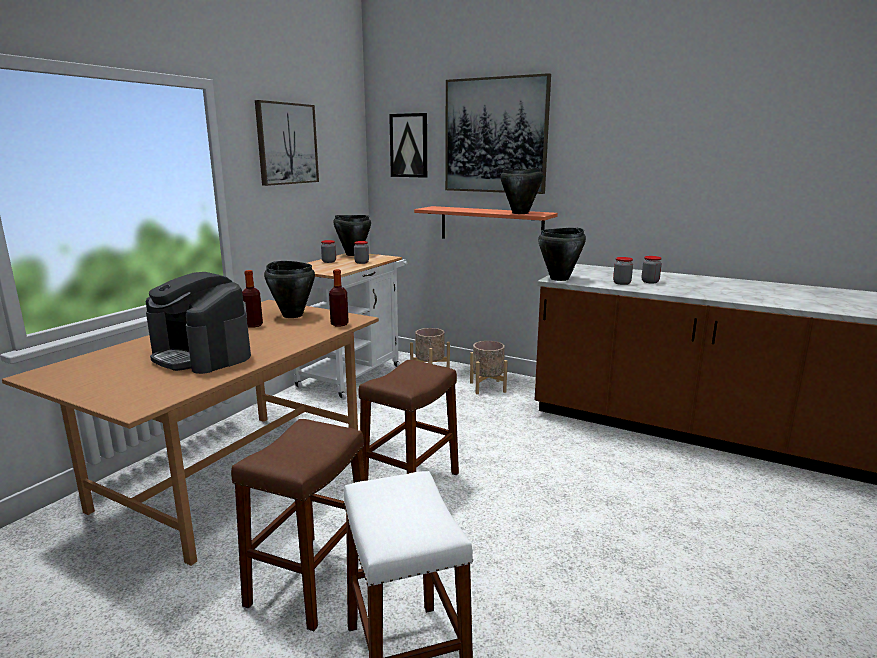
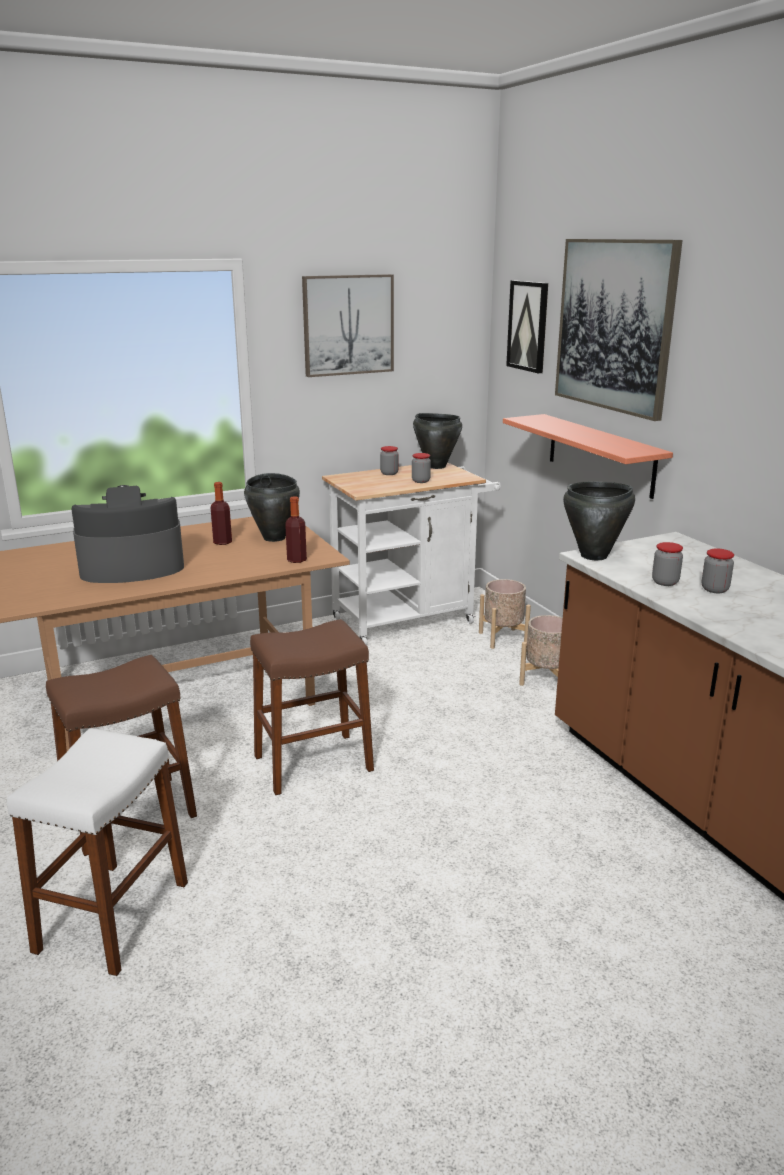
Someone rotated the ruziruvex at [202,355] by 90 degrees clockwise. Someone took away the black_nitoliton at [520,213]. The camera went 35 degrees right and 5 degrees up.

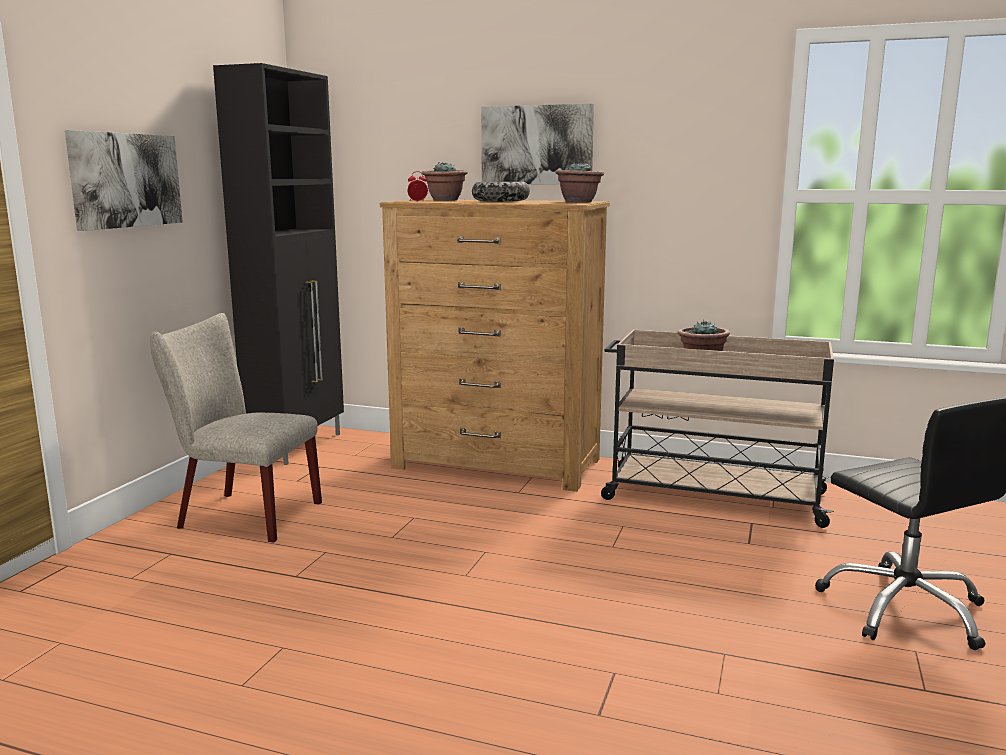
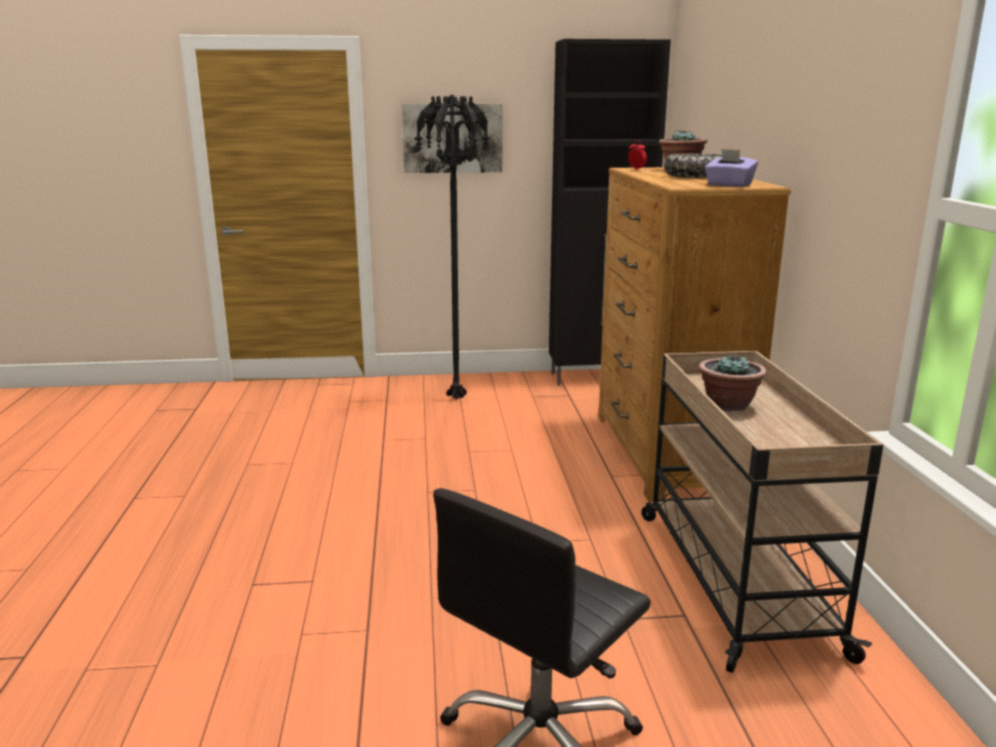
Someone swapped the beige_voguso at [241,515] for the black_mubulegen at [458,399]. Someone took away the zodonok at [537,145]. Someone swapped the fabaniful at [579,202] for the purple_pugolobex at [729,185]. The camera went 65 degrees right and 5 degrees up.

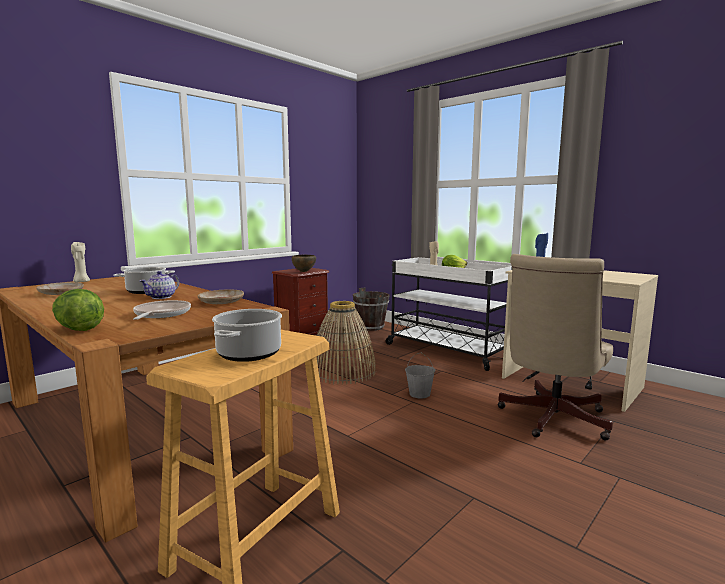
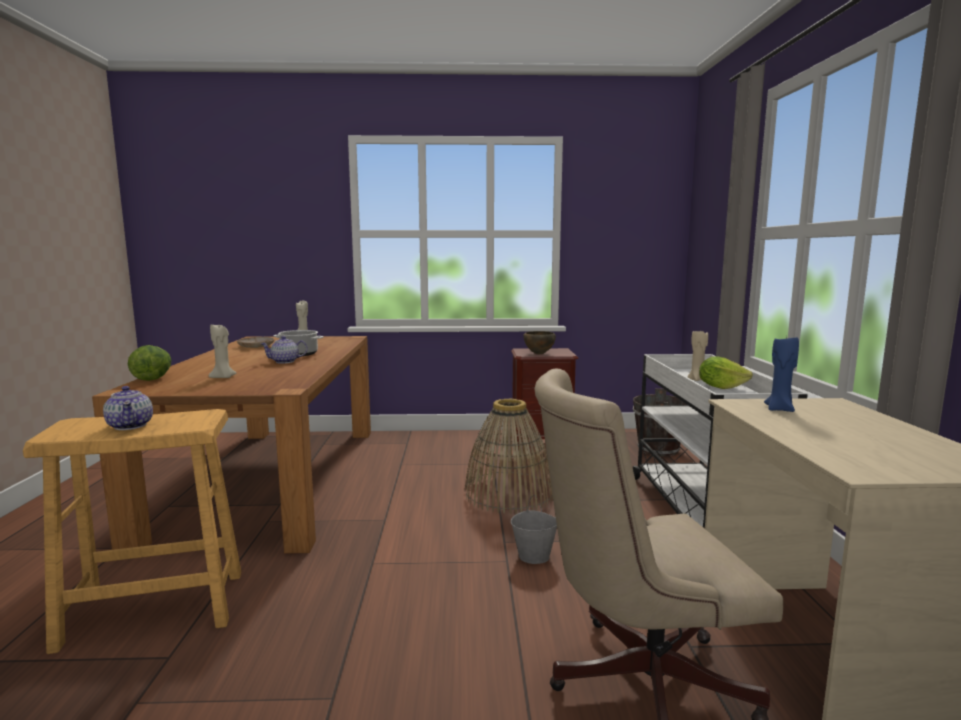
Someone swapped the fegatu at [161,314] for the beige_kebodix at [223,377]. Someone took away the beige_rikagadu at [221,302]. Someone swapped the nitoliton at [249,353] for the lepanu at [130,425]. The camera went 45 degrees right and 0 degrees up.

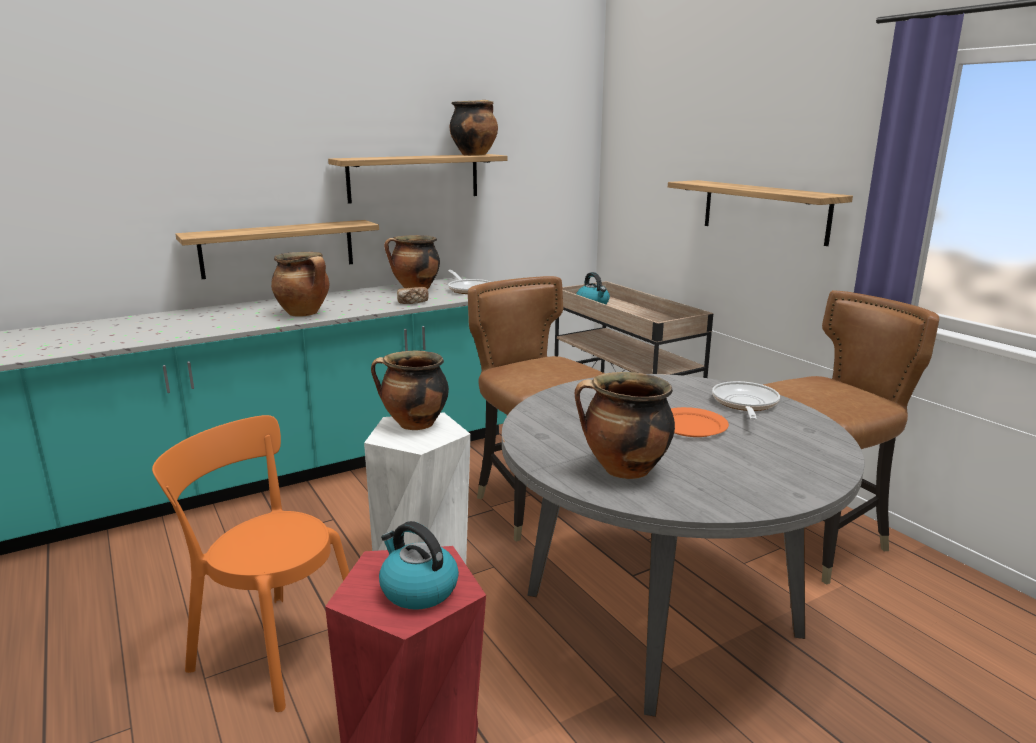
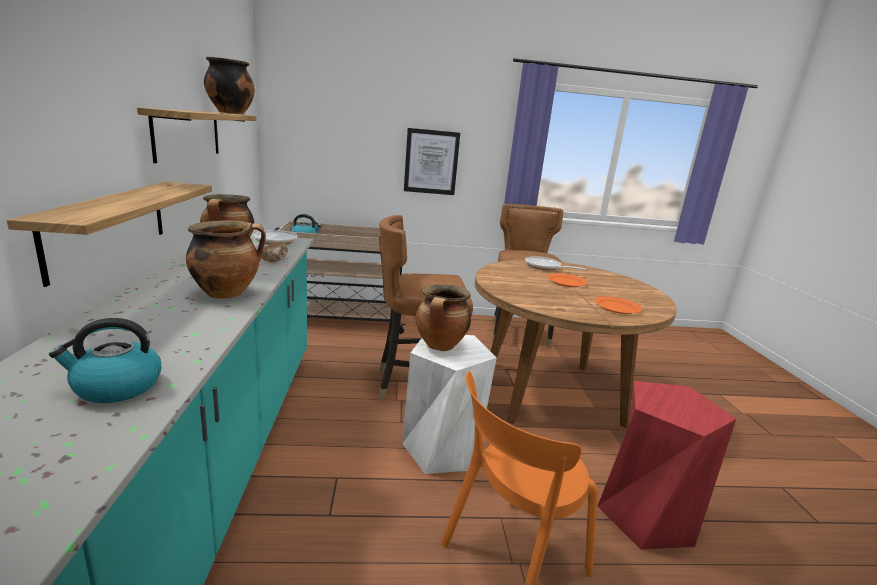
Someone carried the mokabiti from [418,589] to [116,387]. Someone repainted the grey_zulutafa at [660,613], which became the brown_zulutafa at [551,392]. Someone swapped the nitoliton at [623,470] for the orange_rikagadu at [617,307]. Someone swapped the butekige at [764,211] for the zodonok at [431,162]. The camera went 65 degrees left and 0 degrees up.

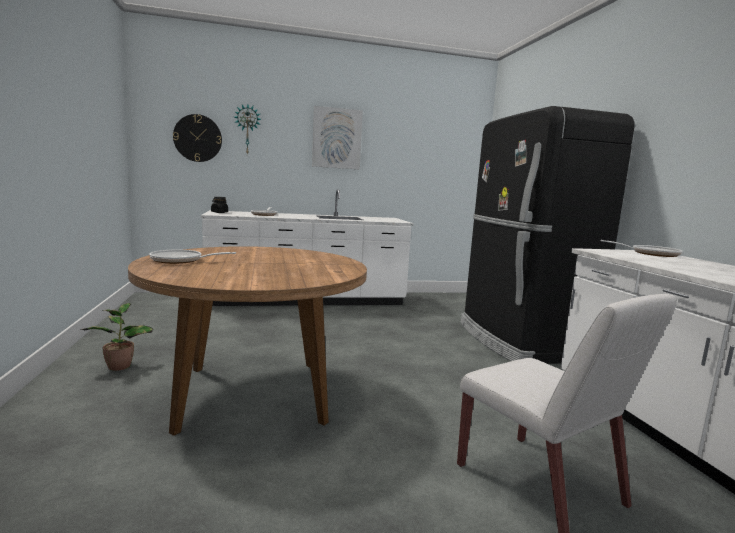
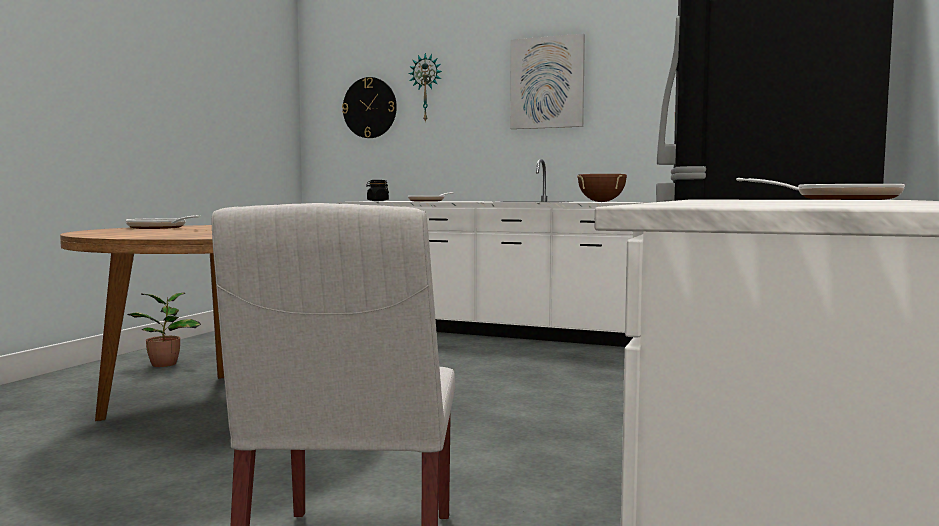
Someone put down the brown_nitoliton at [601,202]. The camera went 35 degrees right and 5 degrees down.

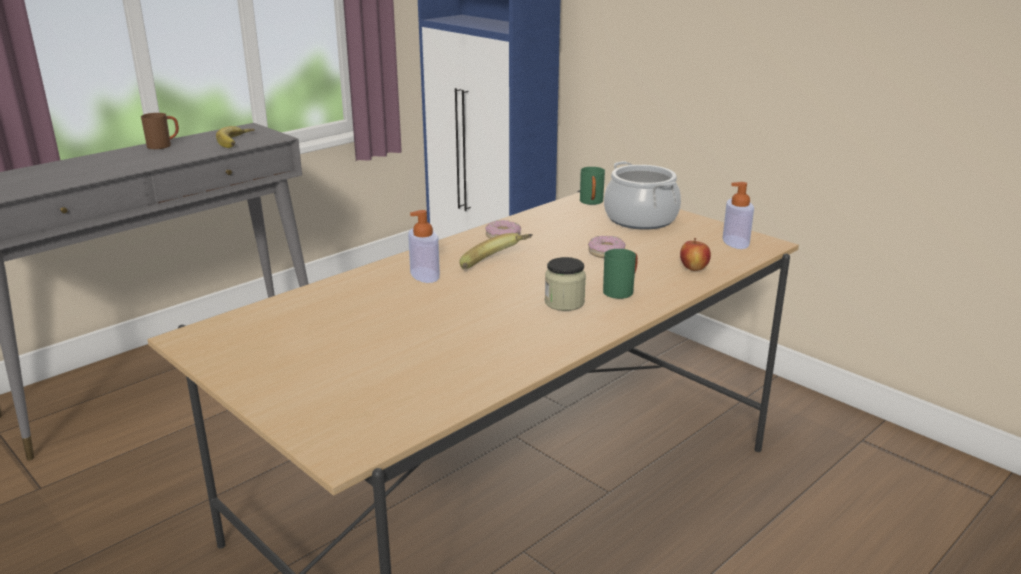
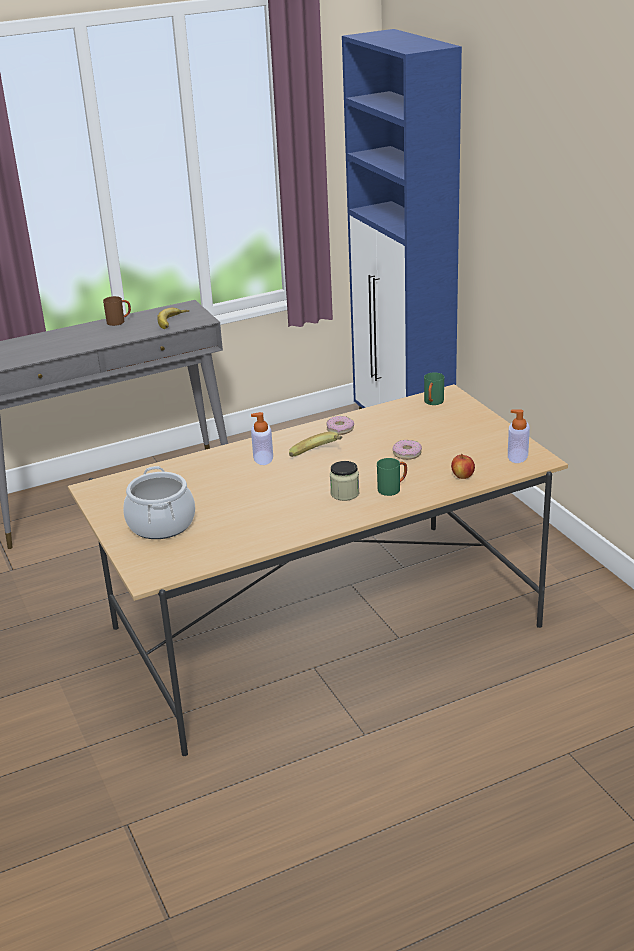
Someone carried the nitoliton from [640,219] to [161,524]. The camera went 20 degrees right and 5 degrees up.

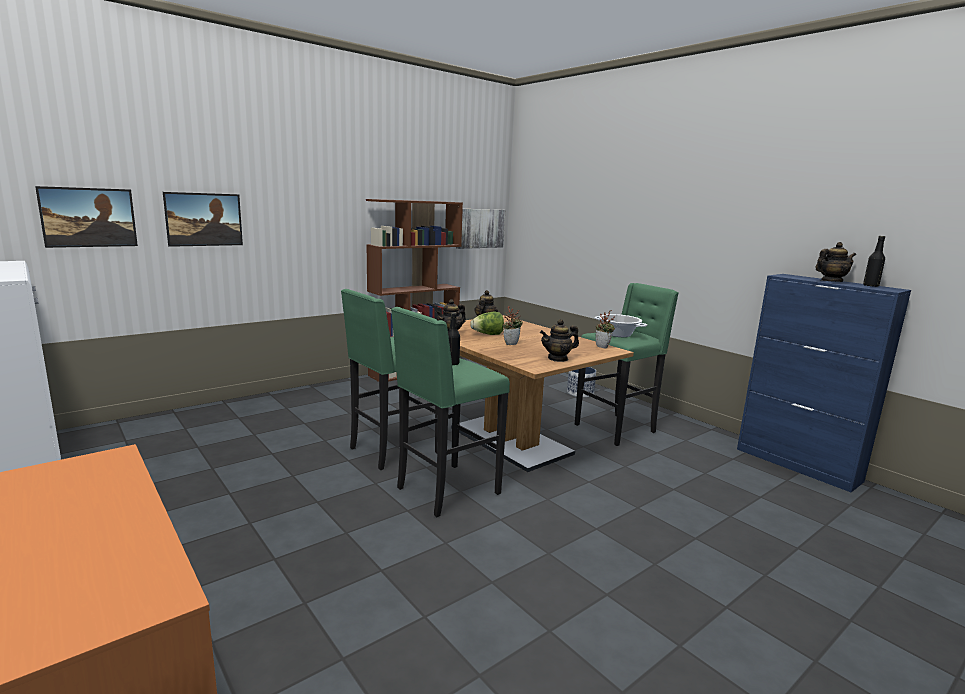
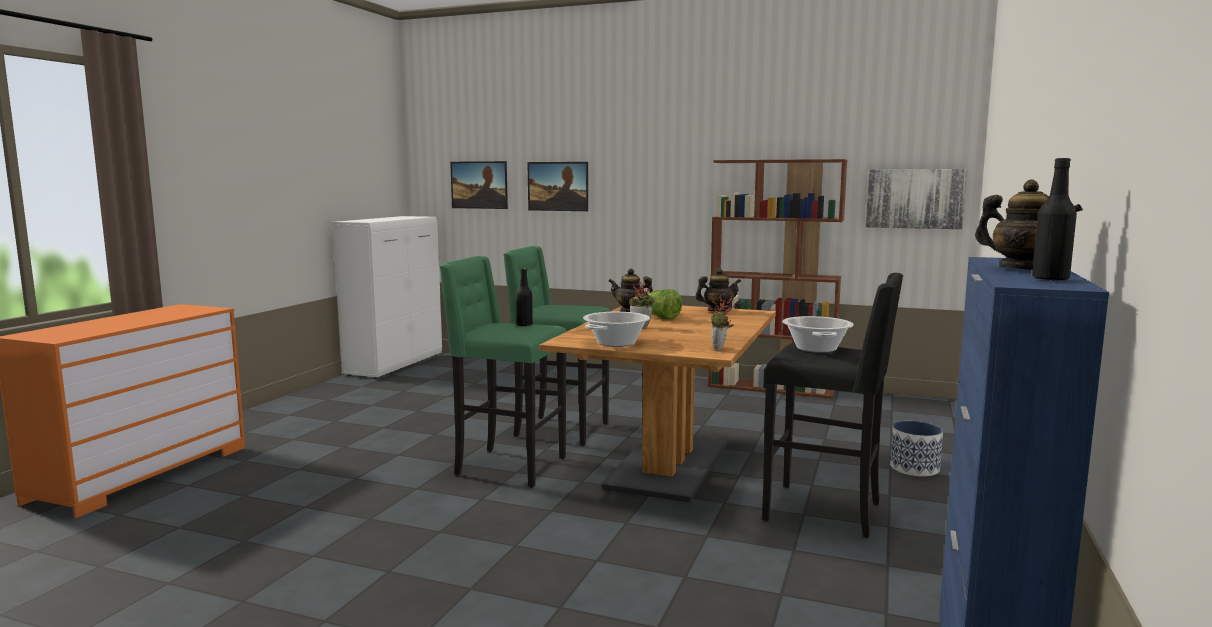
Someone swapped the lepanu at [558,359] for the nitoliton at [616,343]. Someone repainted the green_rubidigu at [617,429], which became the black_rubidigu at [826,512]. The camera went 60 degrees right and 5 degrees down.

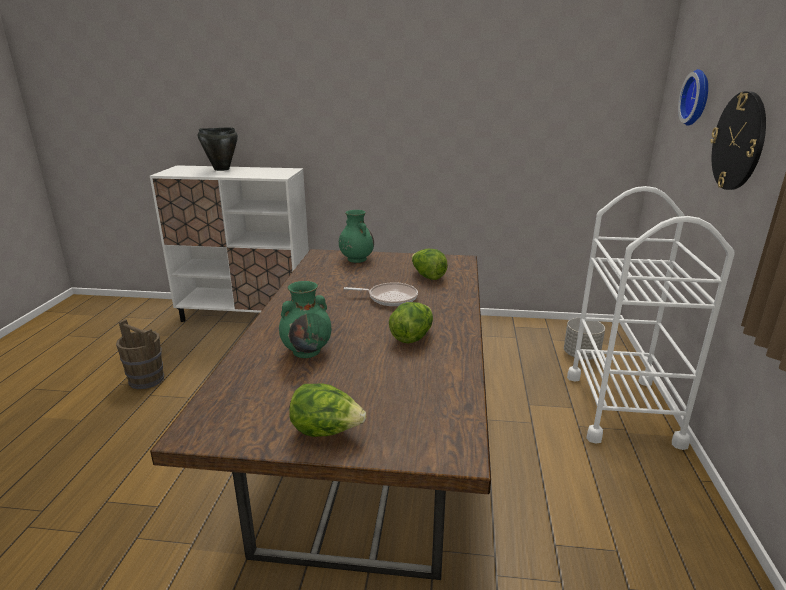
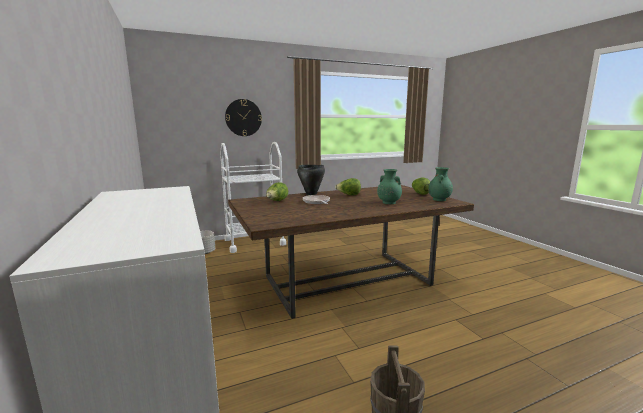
Someone carried the black_nitoliton from [221,169] to [311,194]. Someone carried the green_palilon from [356,259] to [439,200]. Someone took away the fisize at [698,97]. The camera went 120 degrees left and 10 degrees down.

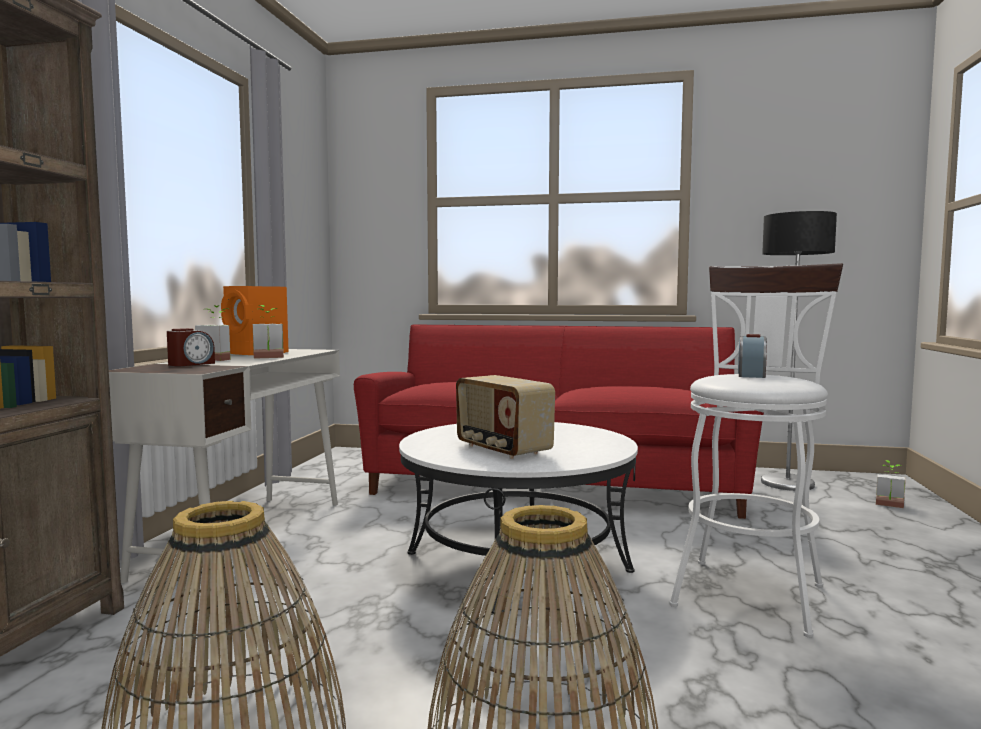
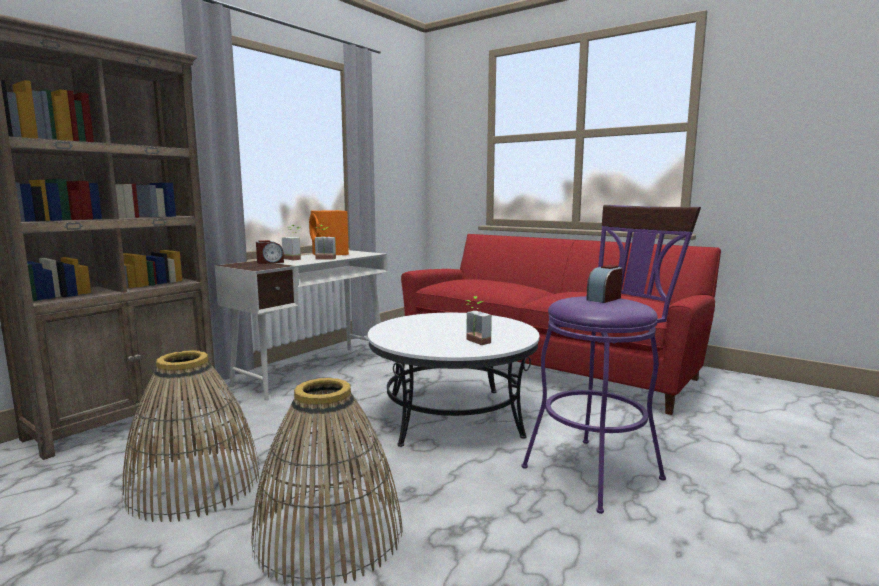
Someone took away the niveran at [502,449]. Someone repainted the white_rubidigu at [750,589], which became the purple_rubidigu at [599,469]. Someone took away the mubulegen at [787,483]. Someone carried the fabaniful from [889,506] to [474,342]. The camera went 25 degrees right and 5 degrees up.

